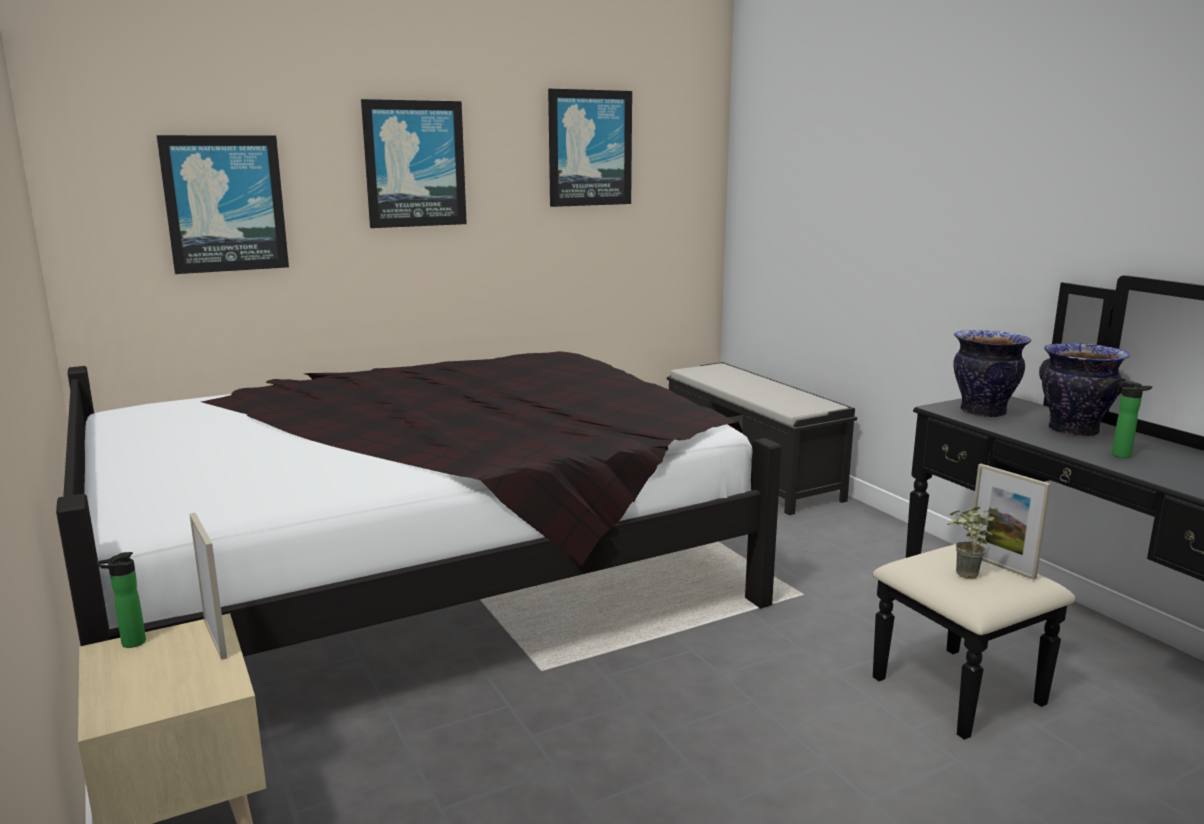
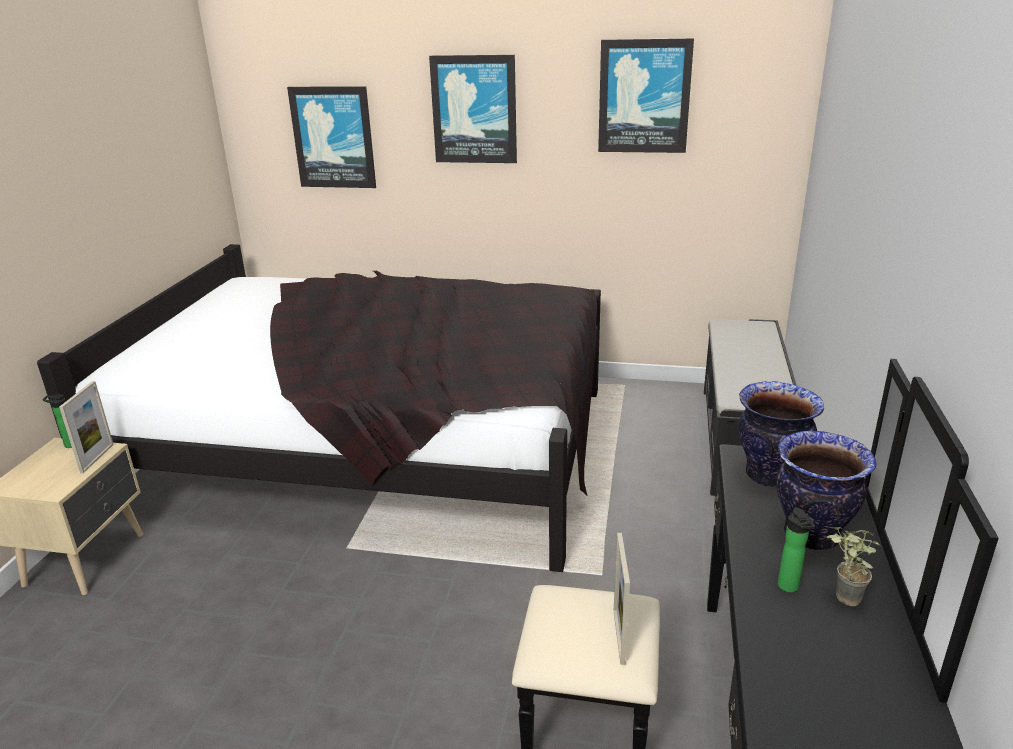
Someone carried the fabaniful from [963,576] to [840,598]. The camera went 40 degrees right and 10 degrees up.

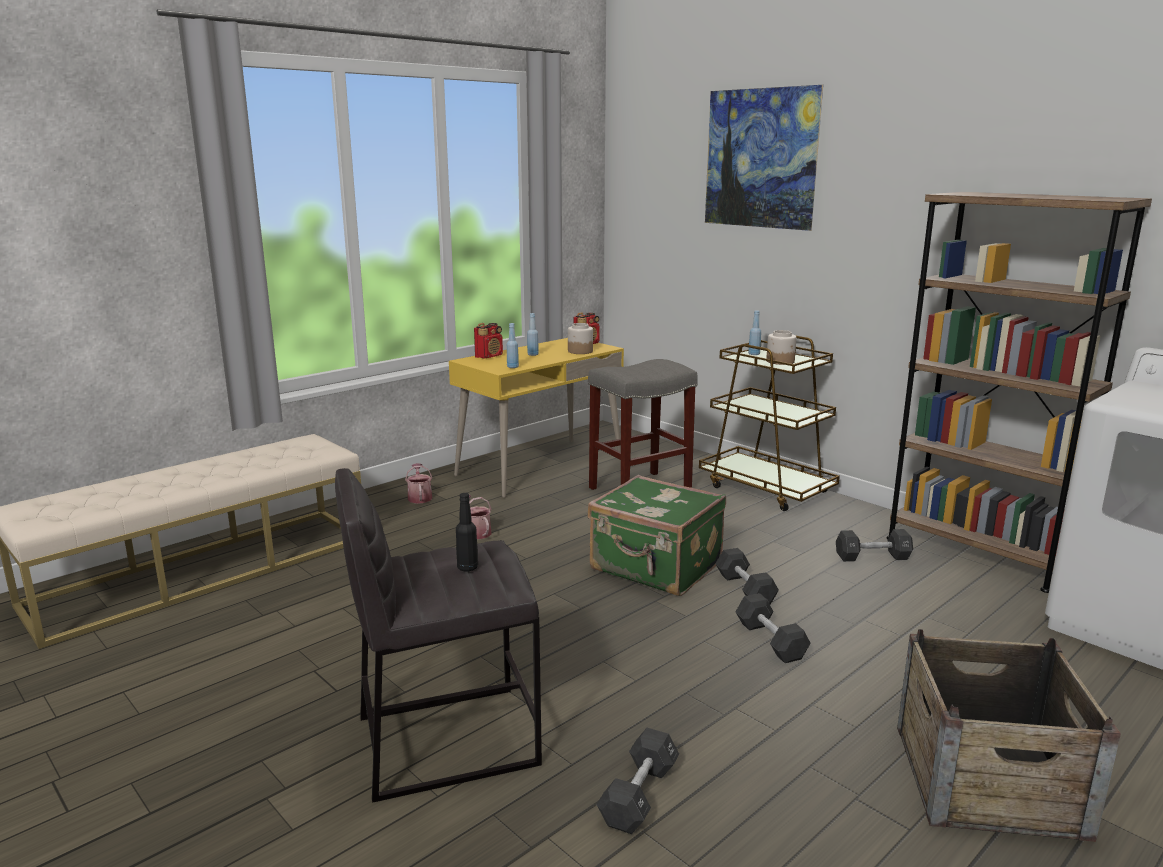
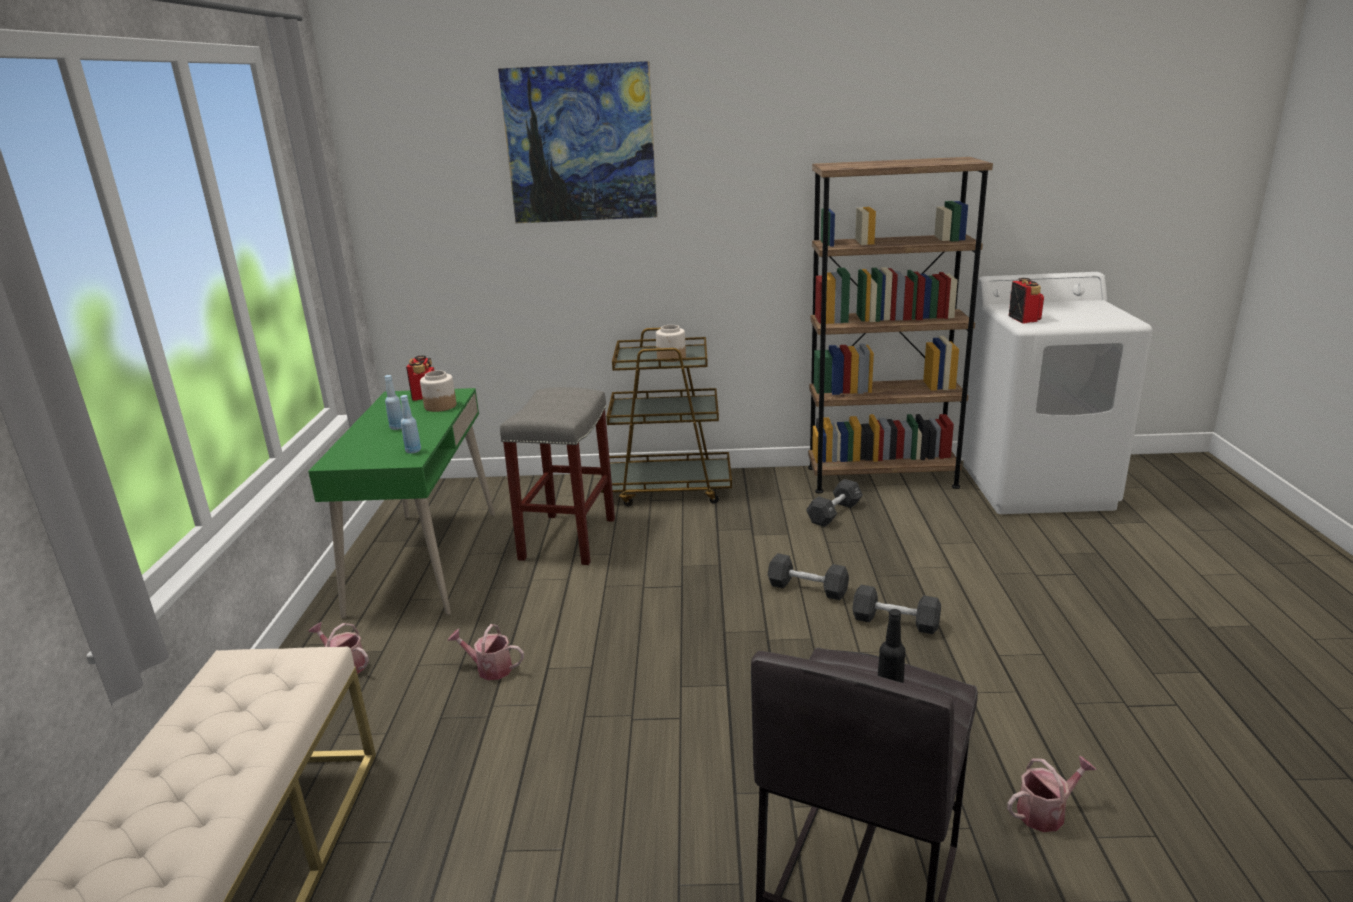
Someone repainted the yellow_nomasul at [540,467], which became the green_nomasul at [424,561]. Someone carried the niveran from [489,356] to [1024,319]. Someone took away the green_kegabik at [655,568]. Someone swapped the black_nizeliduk at [639,795] for the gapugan at [1046,812]. Someone took away the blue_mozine at [754,354]. Someone took away the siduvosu at [988,780]. The camera went 45 degrees left and 5 degrees up.

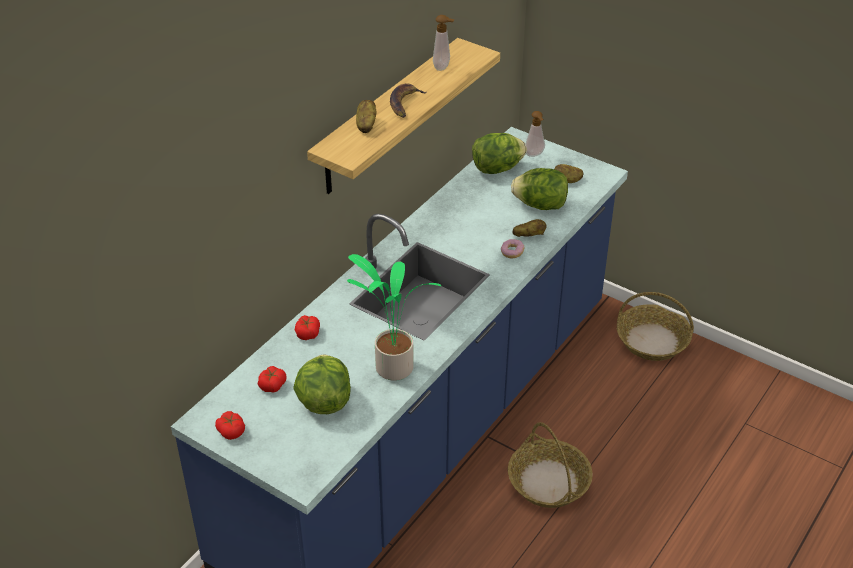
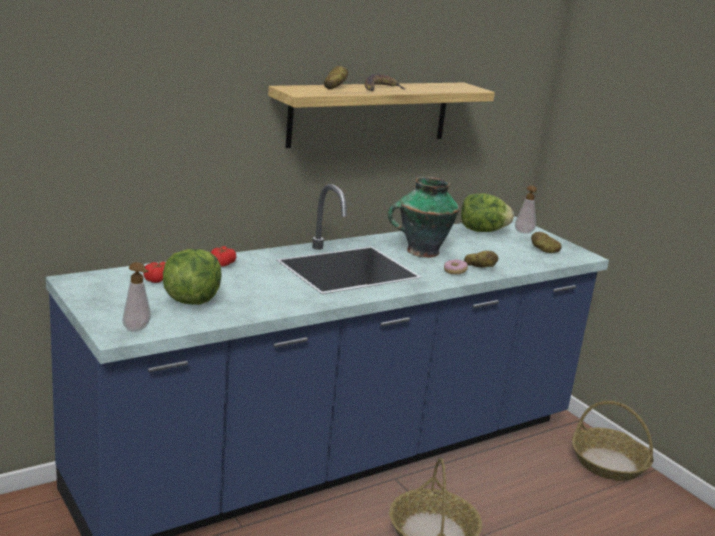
Someone took away the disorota at [231,431]. Someone took away the fabaniful at [391,369]. Someone carried the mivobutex from [443,67] to [138,329]. Someone took away the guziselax at [540,205]. Someone put down the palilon at [421,252]. The camera went 20 degrees right and 20 degrees down.

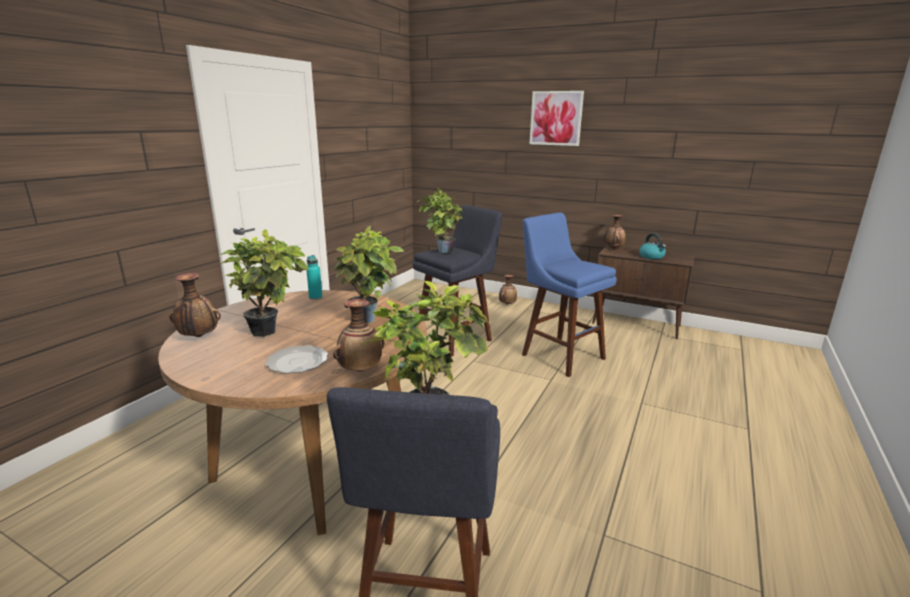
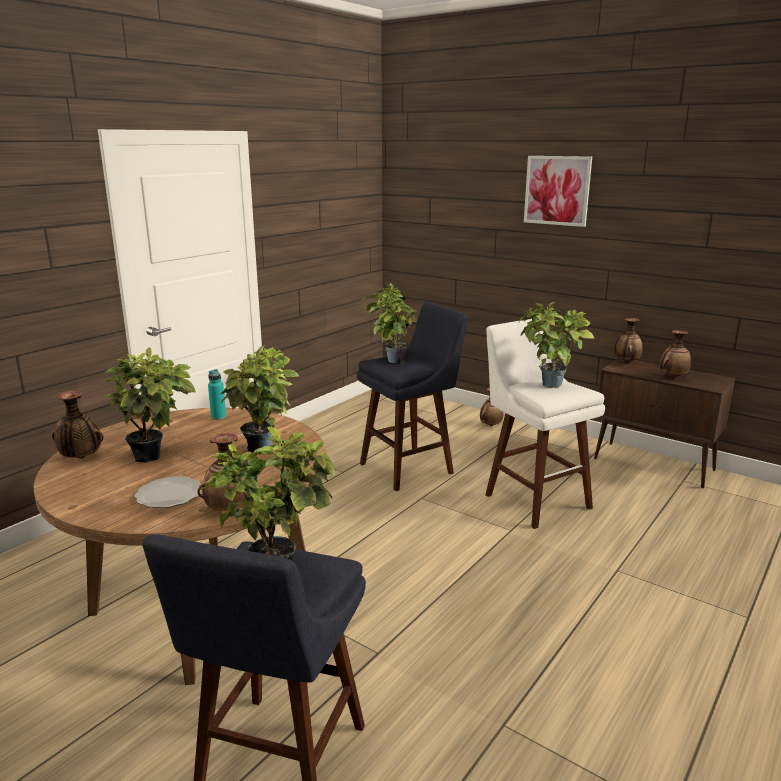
Someone repainted the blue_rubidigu at [559,355], which became the white_rubidigu at [533,498]. Someone swapped the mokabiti at [652,256] for the palilon at [672,377]. Someone put down the fabaniful at [548,386]. The camera went 10 degrees right and 0 degrees up.

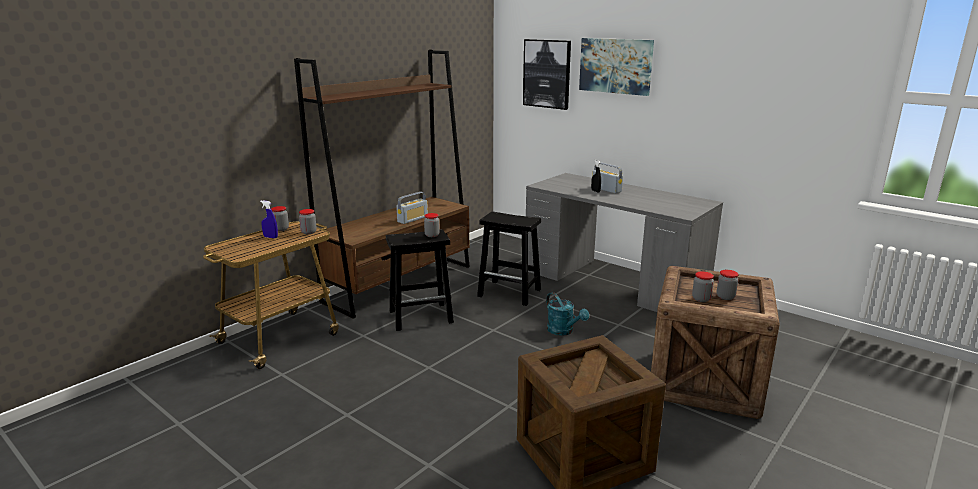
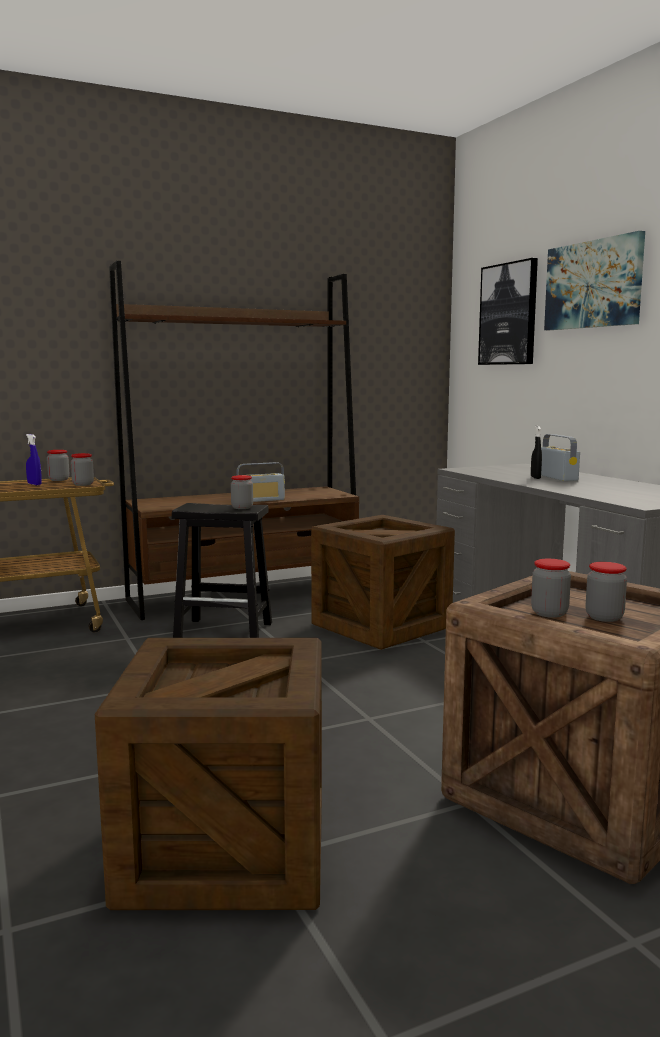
Someone swapped the black_rubidigu at [510,293] for the siduvosu at [381,626]. Someone took away the turquoise_gapugan at [563,331]. The camera went 25 degrees right and 10 degrees down.

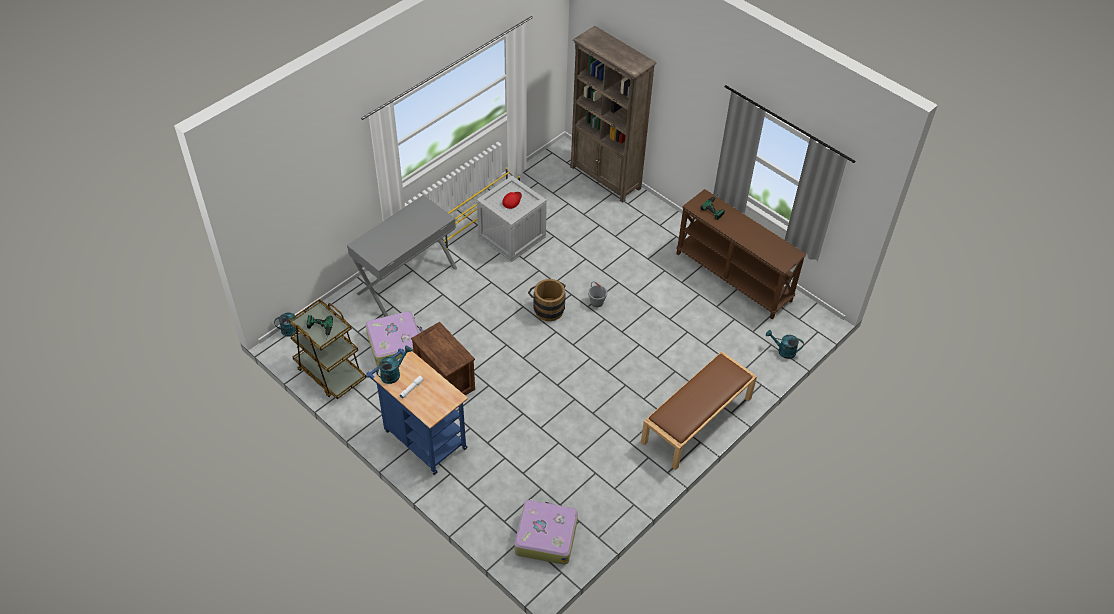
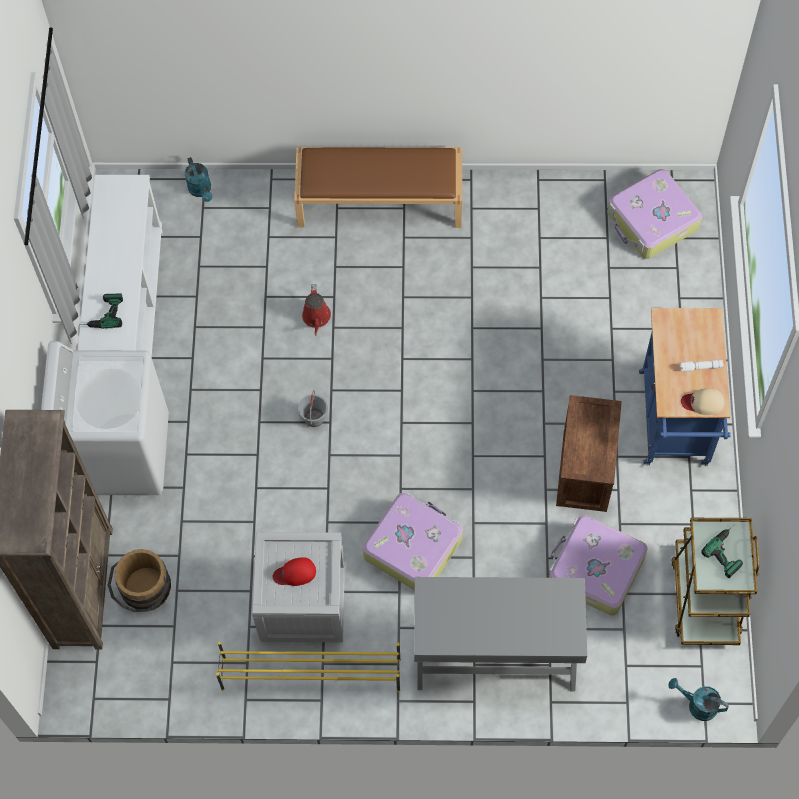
Someone swapped the turquoise_gapugan at [393,373] for the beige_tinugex at [703,402]. Someone carried the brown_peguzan from [547,308] to [145,593]. Someone repainted the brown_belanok at [734,277], which became the white_belanok at [129,312]. Someone put down the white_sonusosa at [119,453]. Someone put down the red_gapugan at [316,318]. Someone put down the kegabik at [413,546]. The camera went 130 degrees left and 15 degrees up.

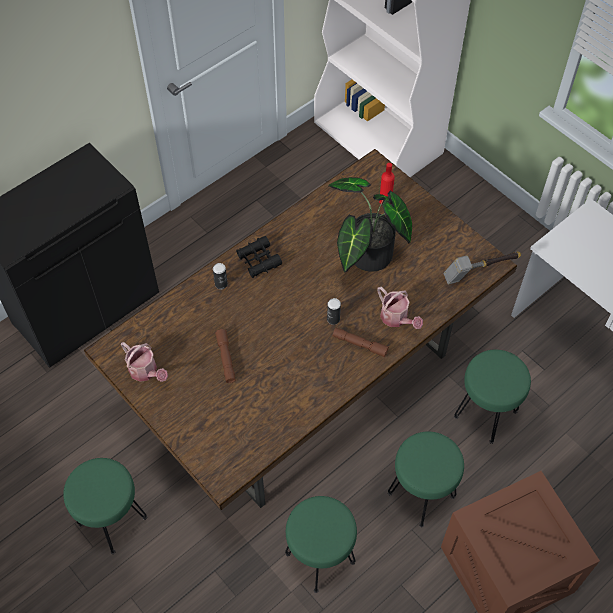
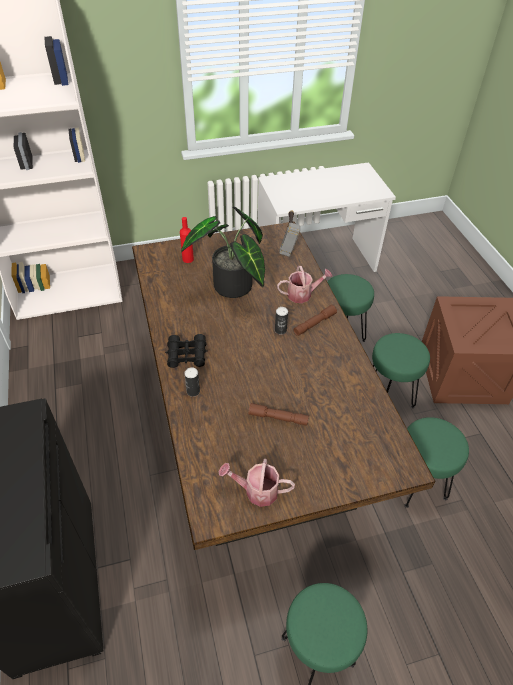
Someone rotated the gapugan at [146,372] by 150 degrees counterclockwise. The camera went 65 degrees left and 10 degrees down.

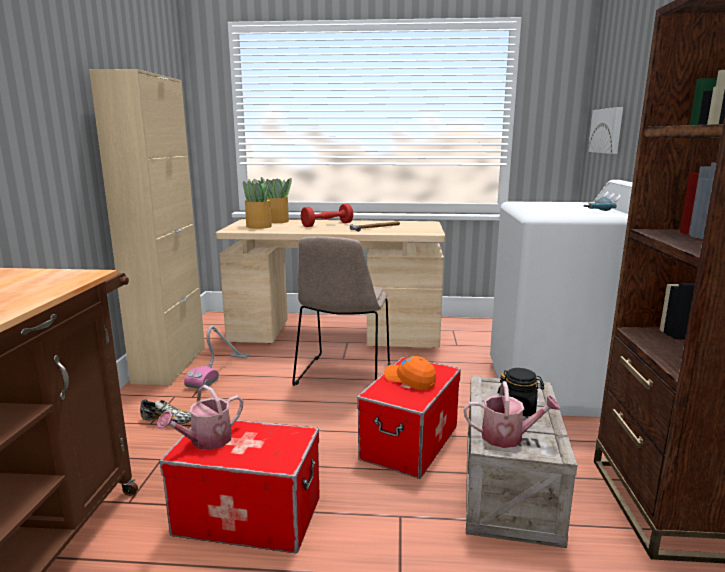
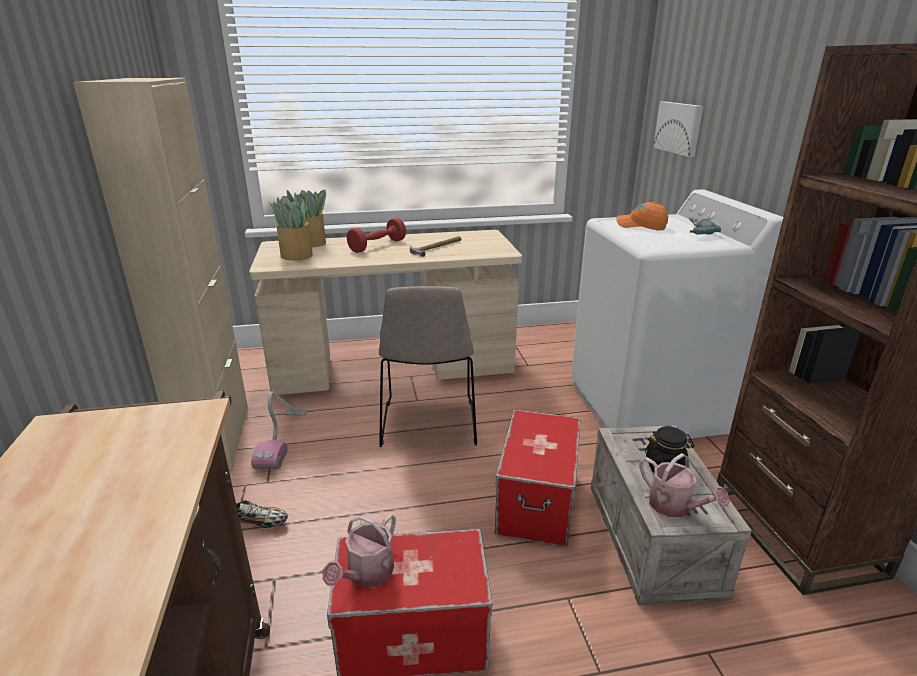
Someone carried the orange_tinugex from [410,380] to [641,226]. Someone rotated the gapugan at [508,437] by 60 degrees clockwise. The camera went 15 degrees left and 10 degrees up.

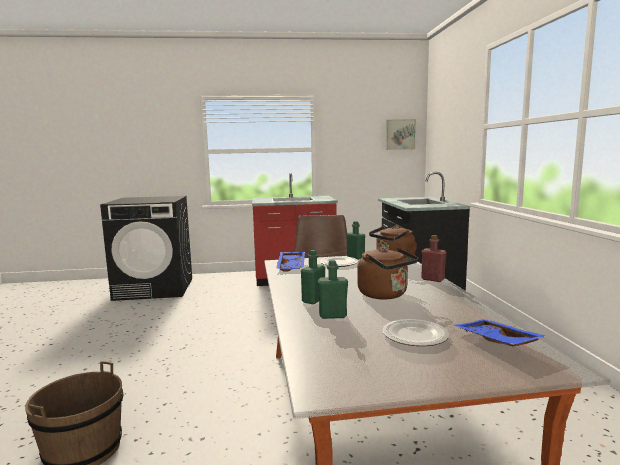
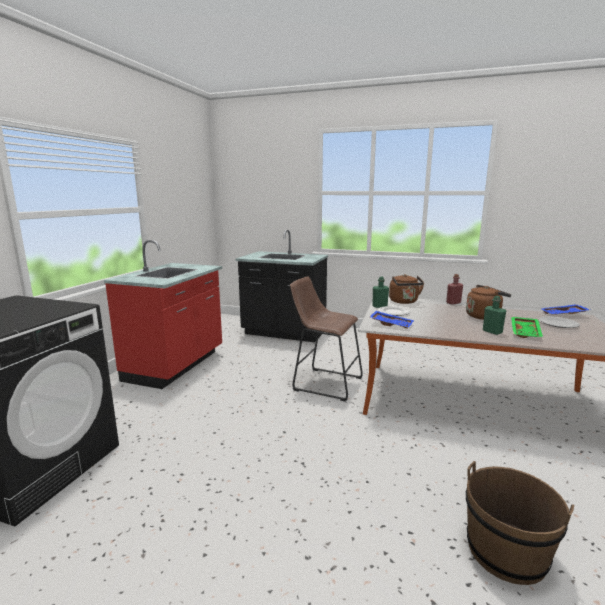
Someone swapped the green_mozine at [333,315] for the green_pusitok at [526,332]. Someone took away the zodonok at [400,134]. The camera went 65 degrees left and 5 degrees up.

